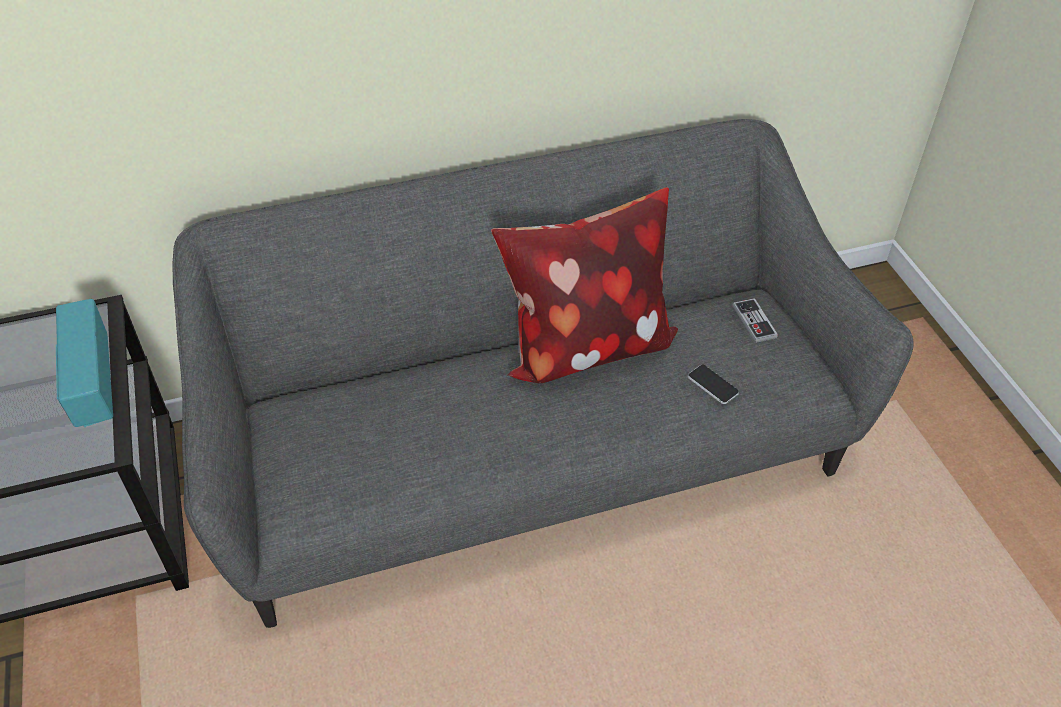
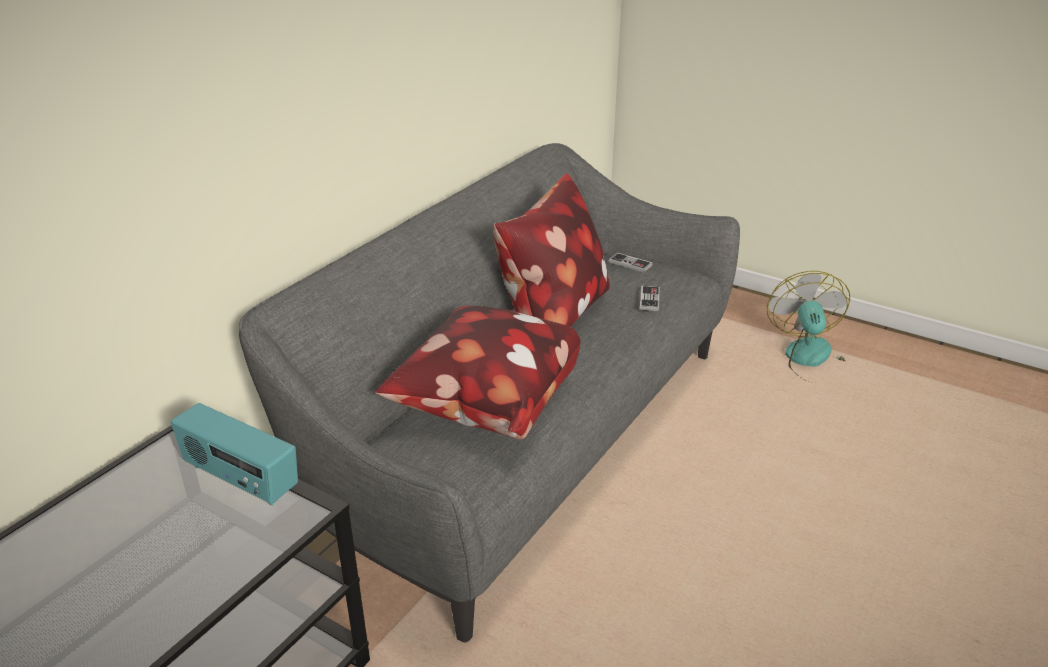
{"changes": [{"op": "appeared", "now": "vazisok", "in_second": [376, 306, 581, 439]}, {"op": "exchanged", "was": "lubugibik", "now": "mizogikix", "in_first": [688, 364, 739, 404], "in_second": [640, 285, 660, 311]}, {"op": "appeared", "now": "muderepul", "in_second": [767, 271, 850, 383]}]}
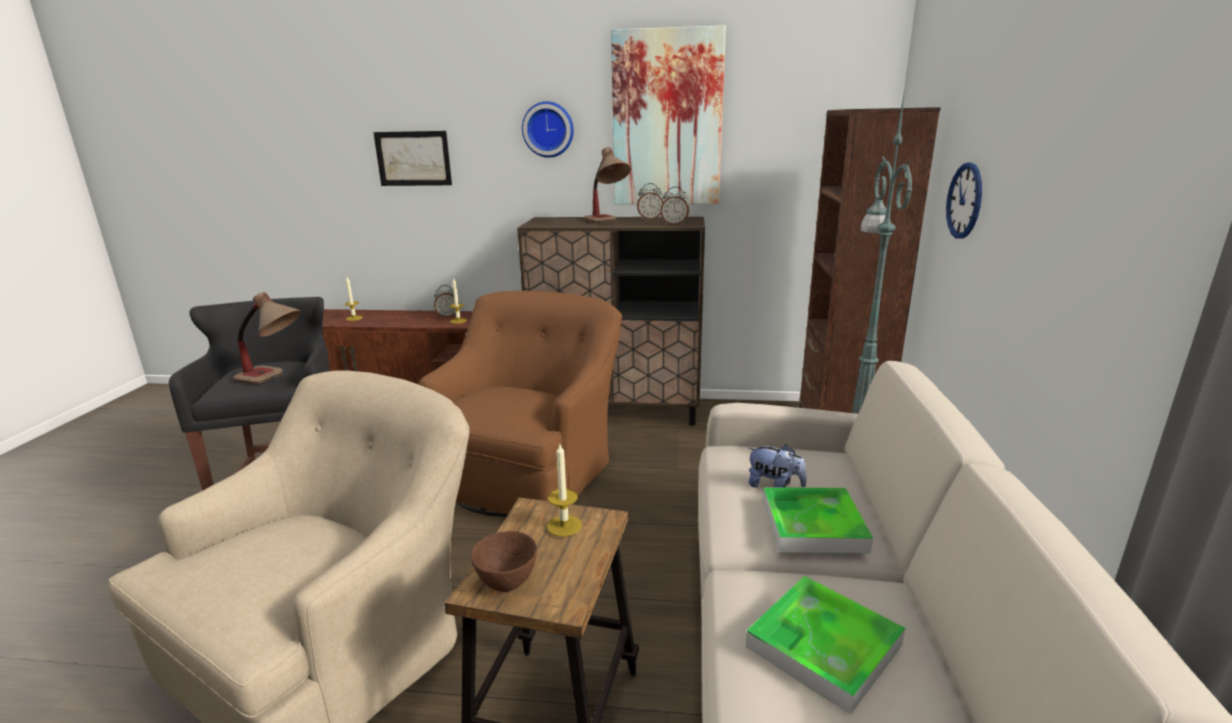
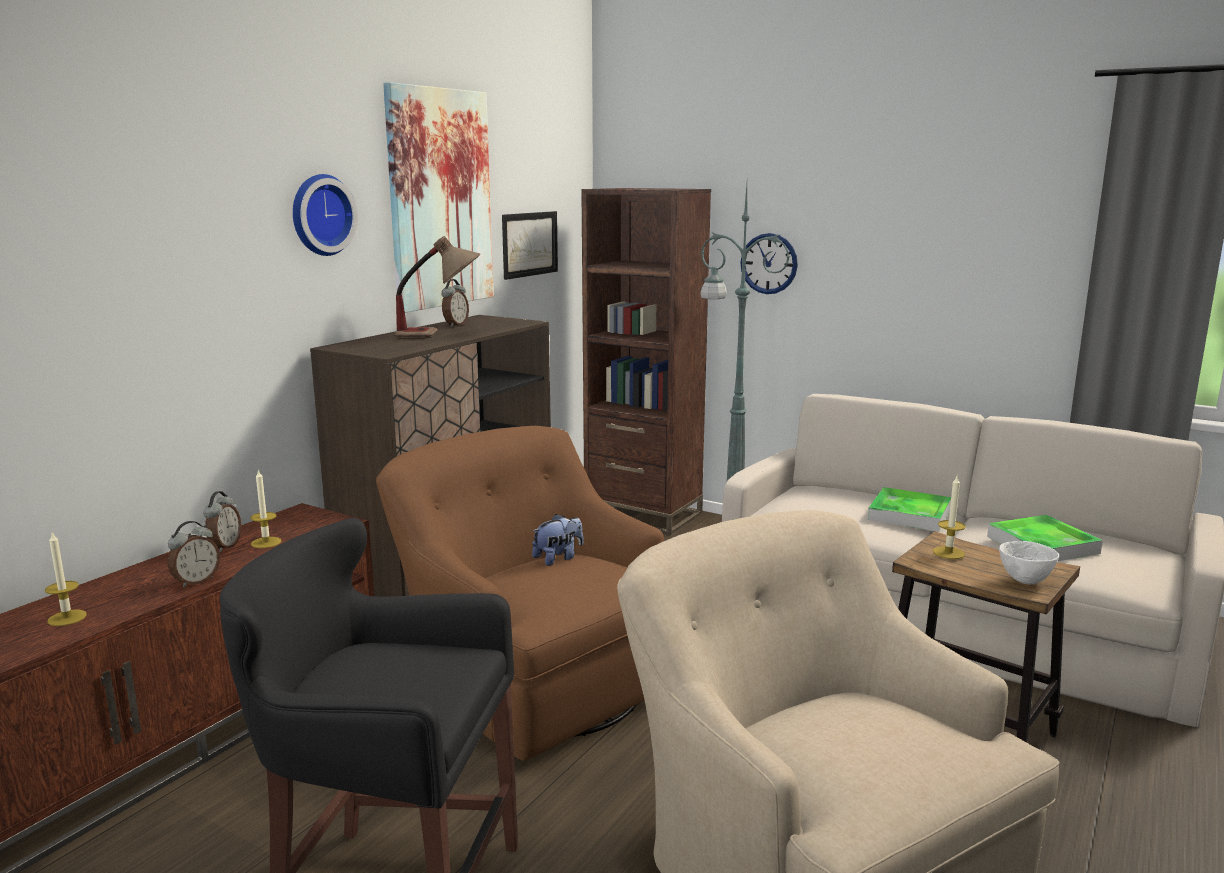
{"changes": [{"op": "relocated", "was": "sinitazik", "in_first": [660, 187, 689, 225], "in_second": [168, 521, 220, 588]}, {"op": "relocated", "was": "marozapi", "in_first": [373, 131, 452, 186], "in_second": [502, 211, 558, 280]}, {"op": "relocated", "was": "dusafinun", "in_first": [748, 444, 806, 488], "in_second": [532, 514, 583, 566]}, {"op": "colour", "was": "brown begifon", "now": "white begifon", "in_first": [471, 531, 537, 592], "in_second": [999, 541, 1059, 584]}, {"op": "missing", "was": "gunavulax", "in_first": [233, 292, 301, 384]}]}
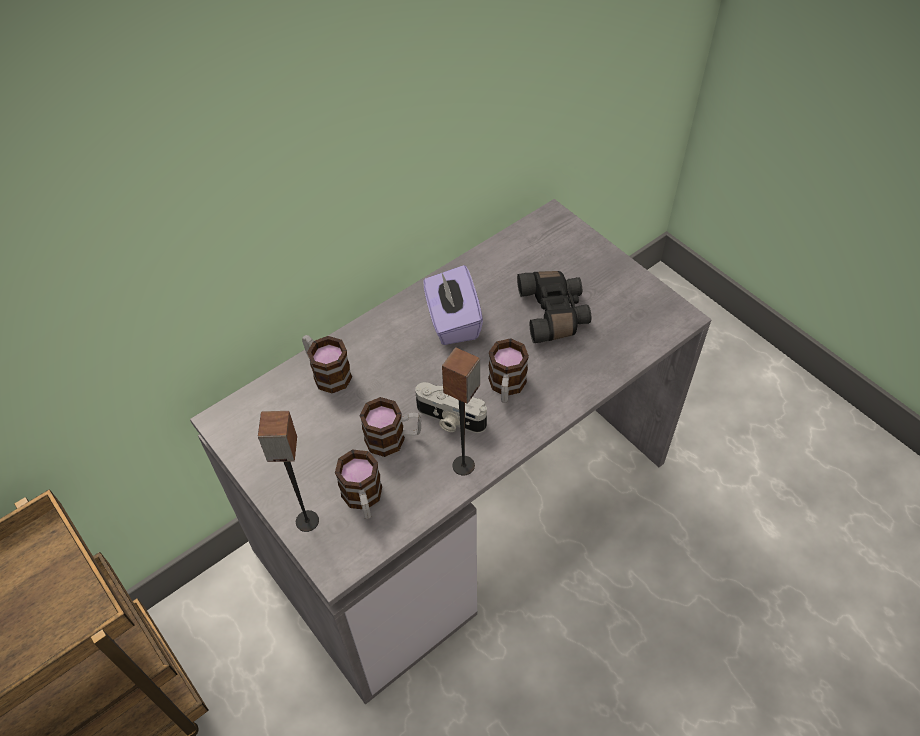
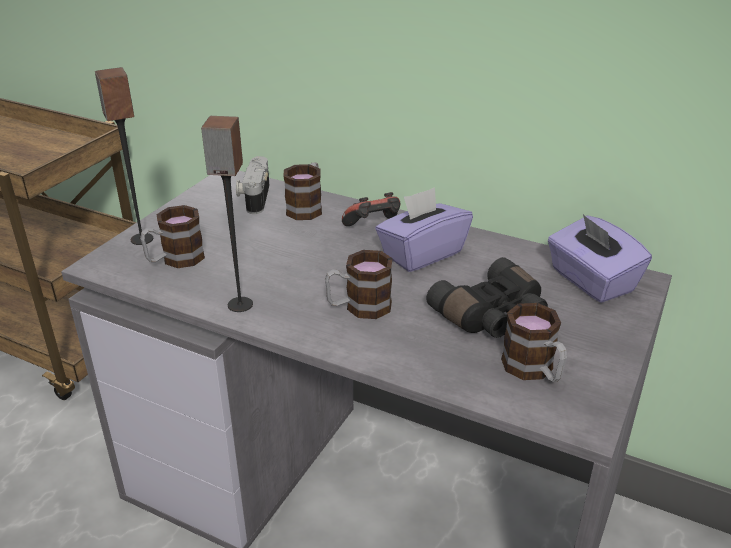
{"changes": [{"op": "relocated", "was": "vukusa", "in_first": [415, 382, 487, 433], "in_second": [236, 156, 269, 214]}, {"op": "appeared", "now": "mizogikix", "in_second": [342, 192, 400, 226]}, {"op": "relocated", "was": "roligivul", "in_first": [359, 397, 421, 457], "in_second": [501, 303, 567, 382]}, {"op": "appeared", "now": "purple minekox", "in_second": [548, 214, 652, 303]}]}
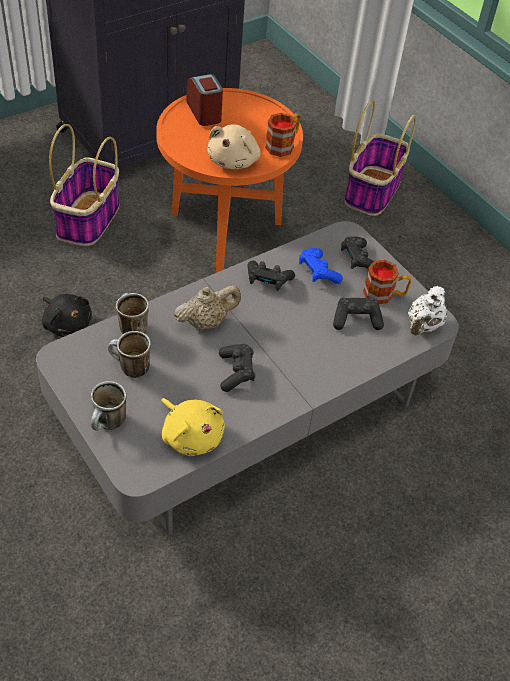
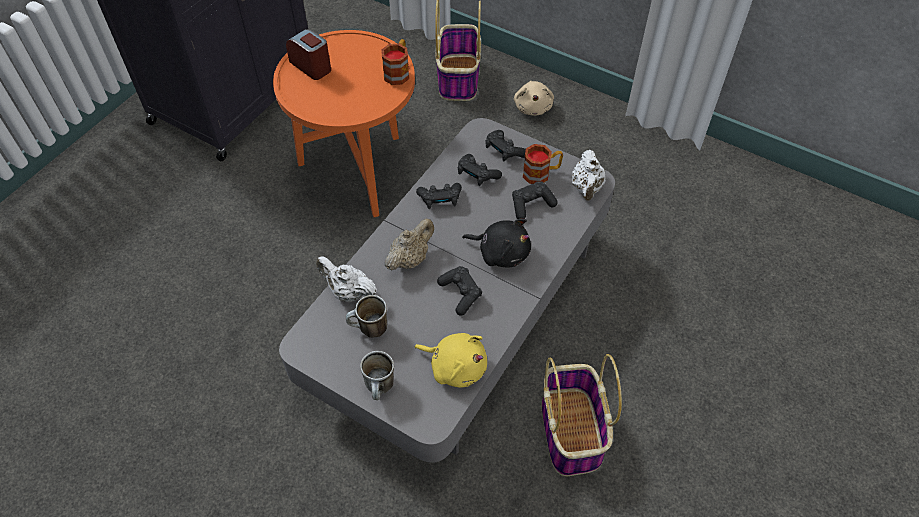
{"changes": [{"op": "exchanged", "was": "roligivul", "now": "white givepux", "in_first": [116, 293, 149, 334], "in_second": [316, 256, 377, 302]}, {"op": "colour", "was": "blue mizogikix", "now": "black mizogikix", "in_first": [299, 248, 343, 284], "in_second": [458, 154, 502, 186]}, {"op": "relocated", "was": "black dusafinun", "in_first": [42, 294, 92, 337], "in_second": [462, 219, 531, 267]}, {"op": "relocated", "was": "beige dusafinun", "in_first": [207, 125, 261, 169], "in_second": [514, 81, 554, 116]}, {"op": "relocated", "was": "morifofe", "in_first": [49, 124, 119, 246], "in_second": [542, 354, 622, 476]}]}
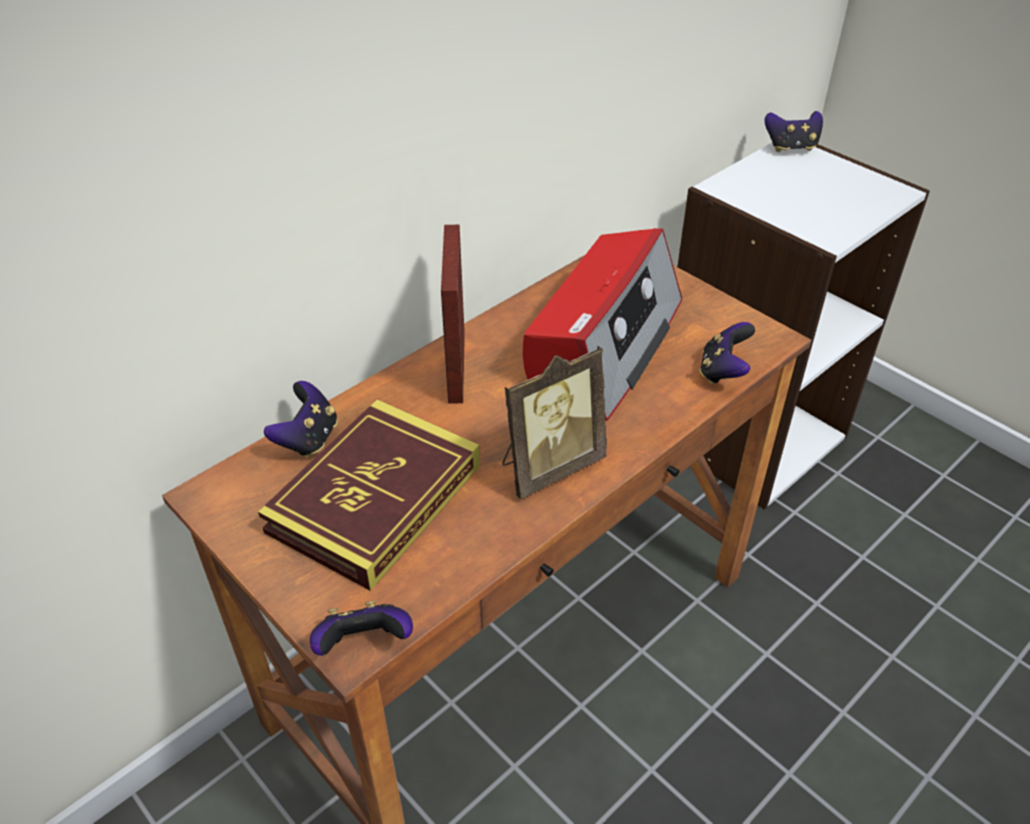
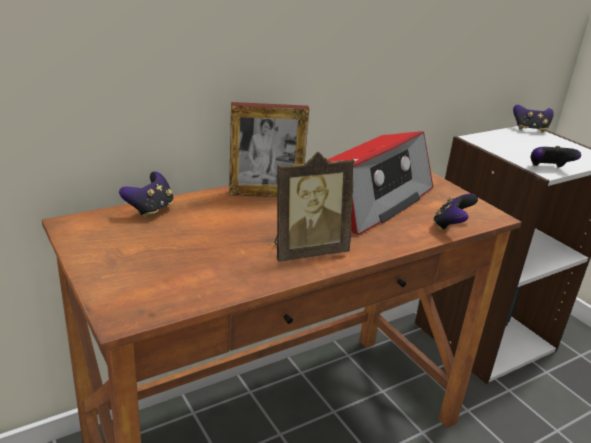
{"changes": [{"op": "spun", "was": "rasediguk", "in_first": [441, 225, 465, 404], "in_second": [229, 102, 309, 197], "clockwise": -105}, {"op": "relocated", "was": "mizogikix", "in_first": [310, 601, 413, 656], "in_second": [531, 146, 581, 168]}, {"op": "missing", "was": "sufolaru", "in_first": [258, 399, 480, 591]}]}
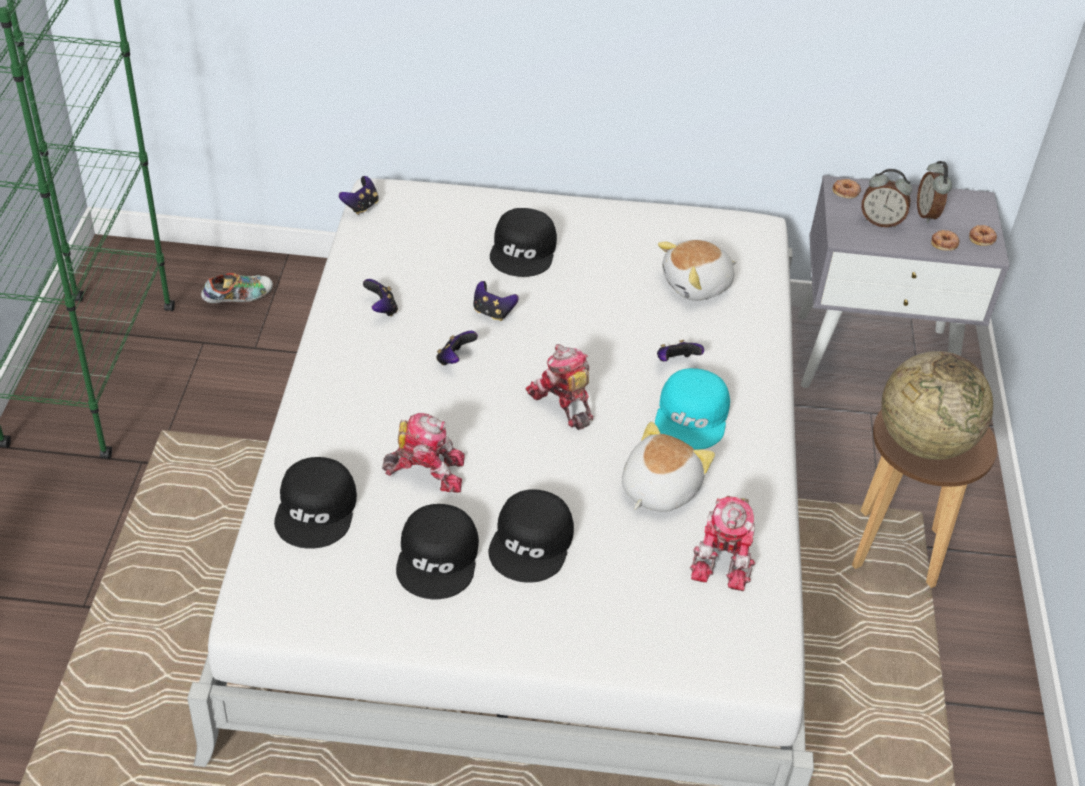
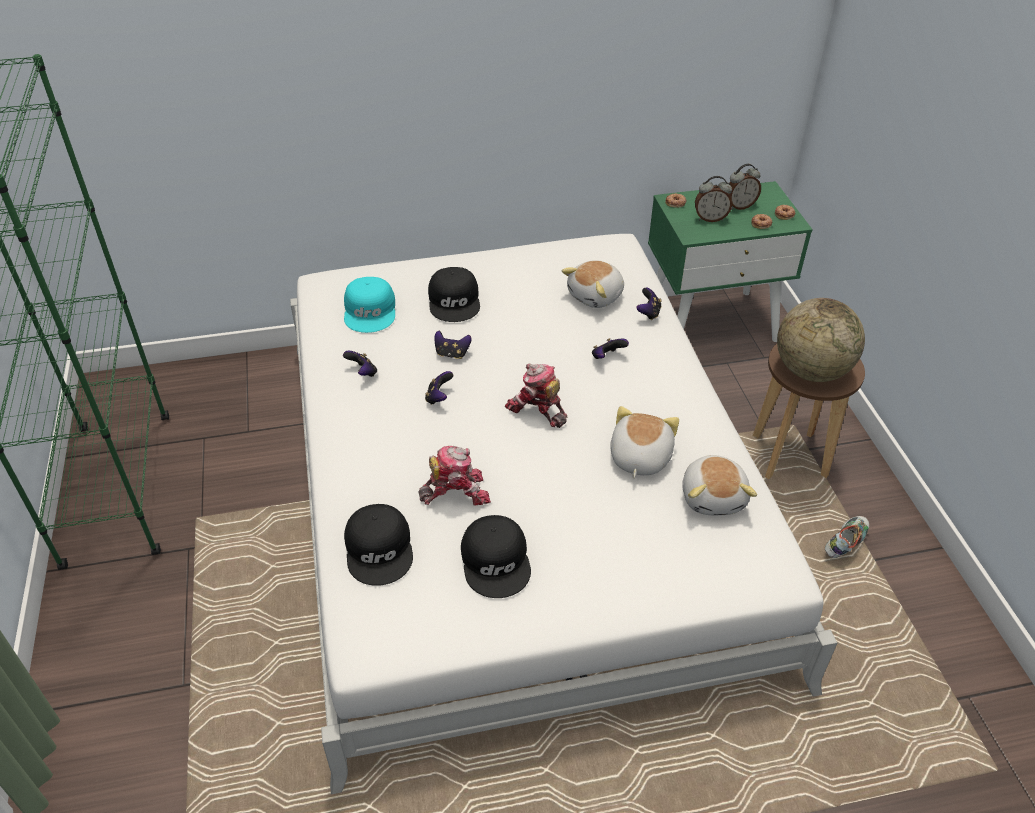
{"changes": [{"op": "relocated", "was": "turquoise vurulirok", "in_first": [655, 368, 730, 450], "in_second": [344, 277, 395, 333]}, {"op": "relocated", "was": "mizogikix", "in_first": [339, 176, 379, 215], "in_second": [636, 288, 661, 320]}, {"op": "colour", "was": "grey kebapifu", "now": "green kebapifu", "in_first": [798, 175, 1010, 388], "in_second": [648, 181, 813, 342]}, {"op": "exchanged", "was": "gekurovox", "now": "dusafinun", "in_first": [690, 496, 755, 591], "in_second": [682, 455, 757, 515]}, {"op": "spun", "was": "sinitazik", "in_first": [917, 161, 952, 223], "in_second": [729, 164, 761, 210], "clockwise": -90}, {"op": "relocated", "was": "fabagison", "in_first": [201, 273, 273, 303], "in_second": [825, 516, 869, 558]}, {"op": "missing", "was": "black vurulirok", "in_first": [488, 489, 574, 583]}]}
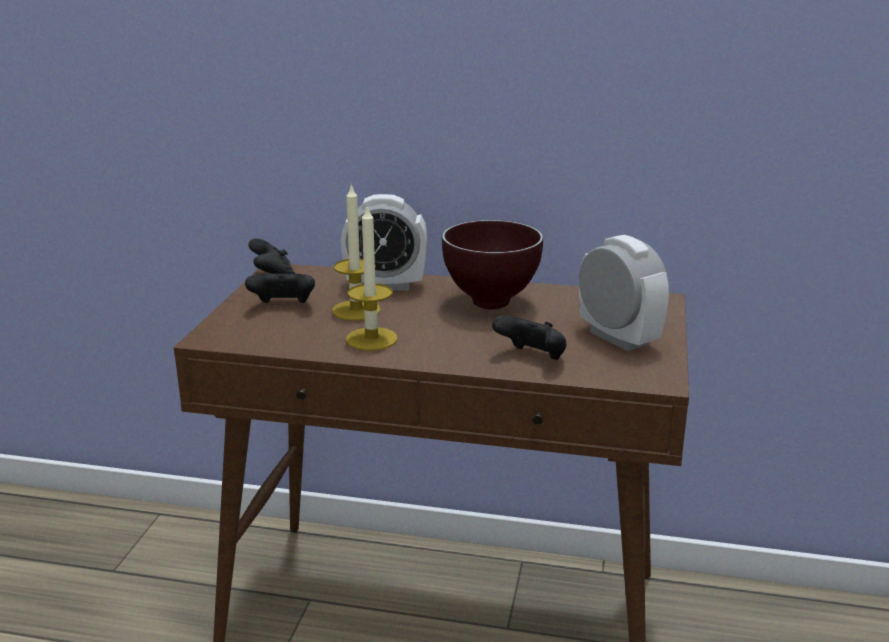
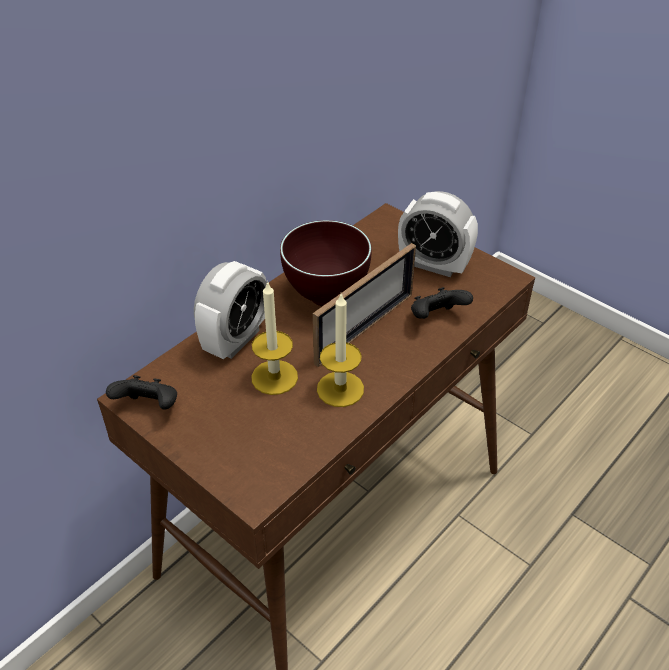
{"changes": [{"op": "appeared", "now": "rasediguk", "in_second": [313, 243, 416, 367]}, {"op": "spun", "was": "sinitazik", "in_first": [579, 235, 669, 351], "in_second": [398, 191, 478, 277], "clockwise": -150}, {"op": "missing", "was": "black mizogikix", "in_first": [245, 271, 315, 303]}]}
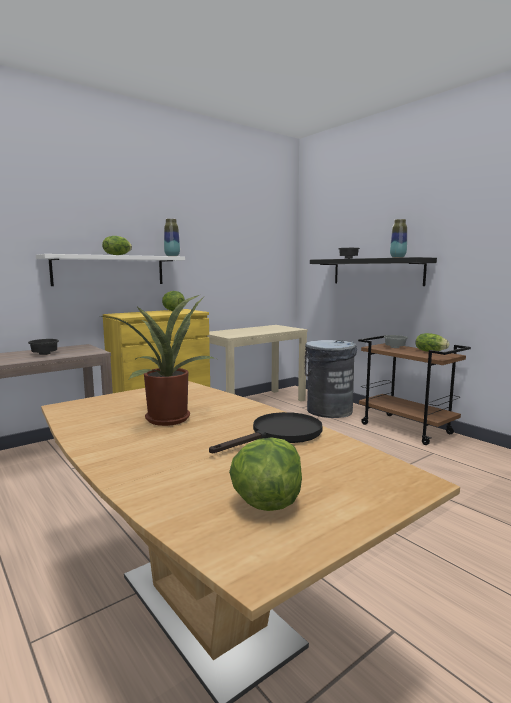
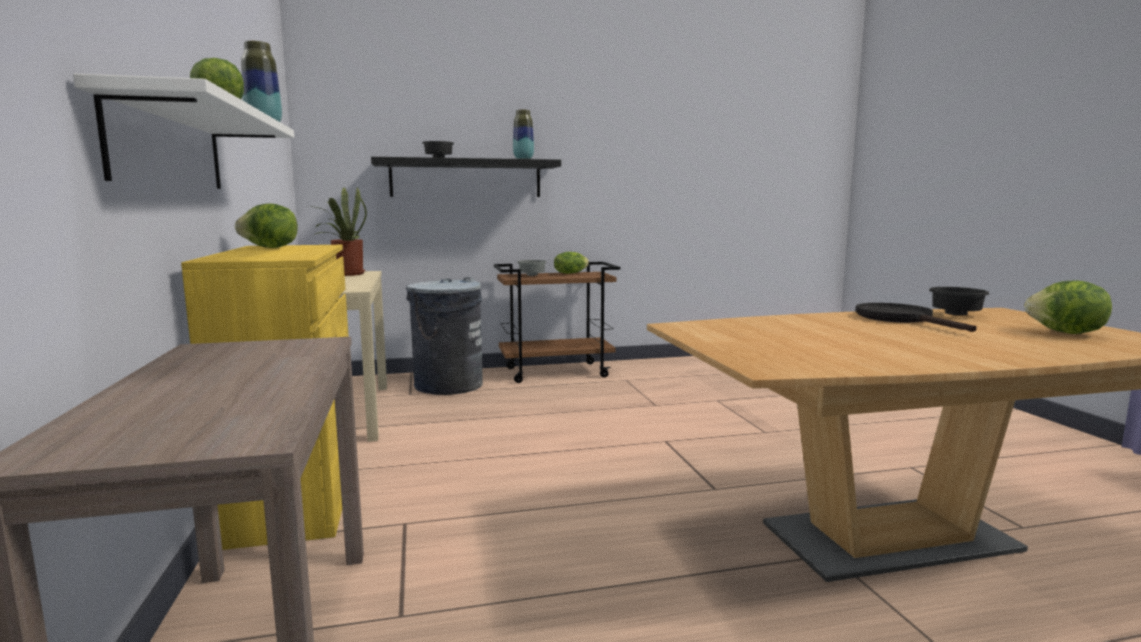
{"changes": [{"op": "relocated", "was": "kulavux", "in_first": [98, 295, 216, 426], "in_second": [308, 187, 367, 276]}, {"op": "relocated", "was": "black begifon", "in_first": [28, 339, 59, 355], "in_second": [929, 287, 989, 316]}]}
